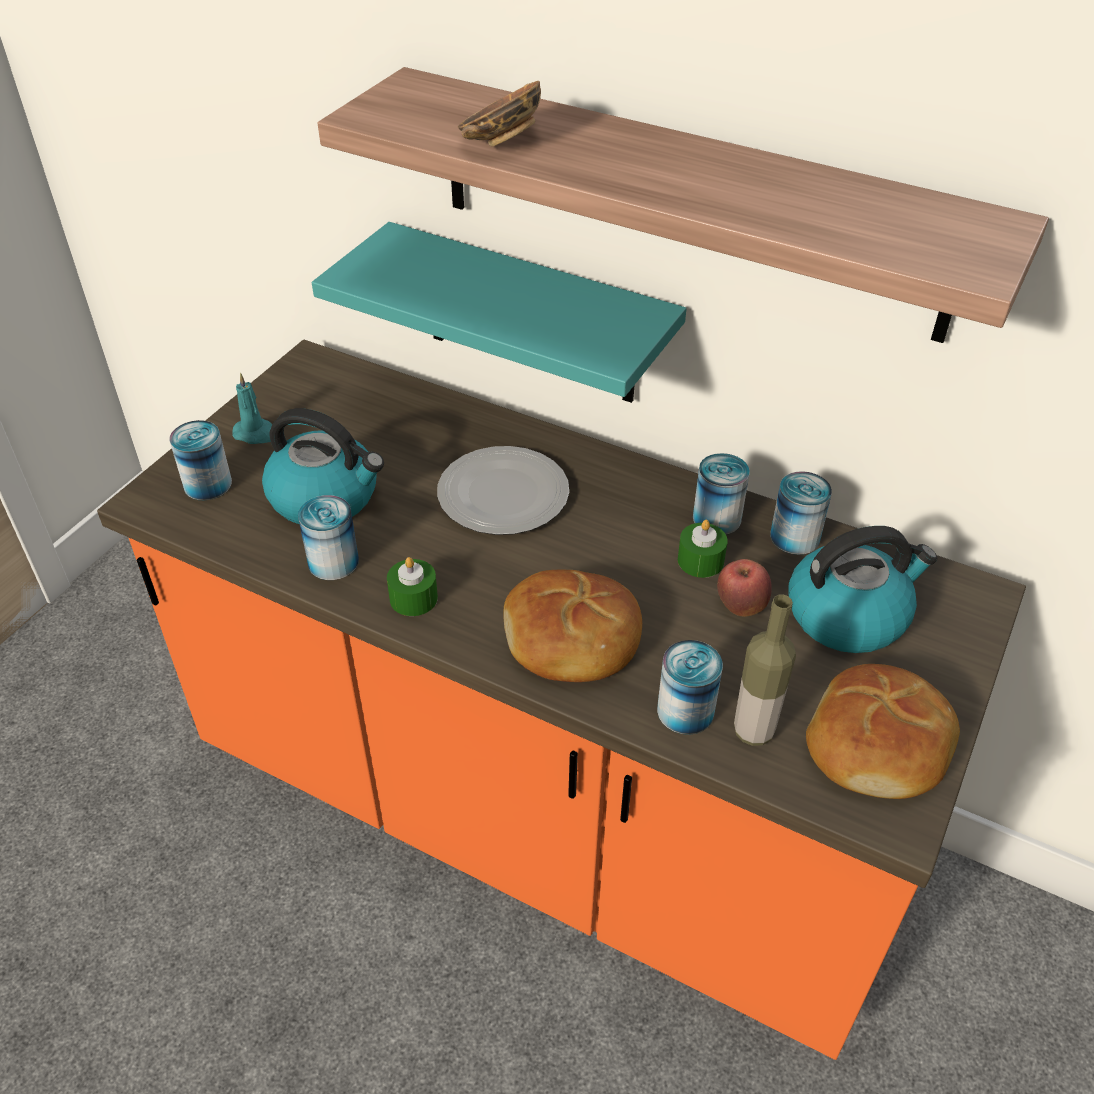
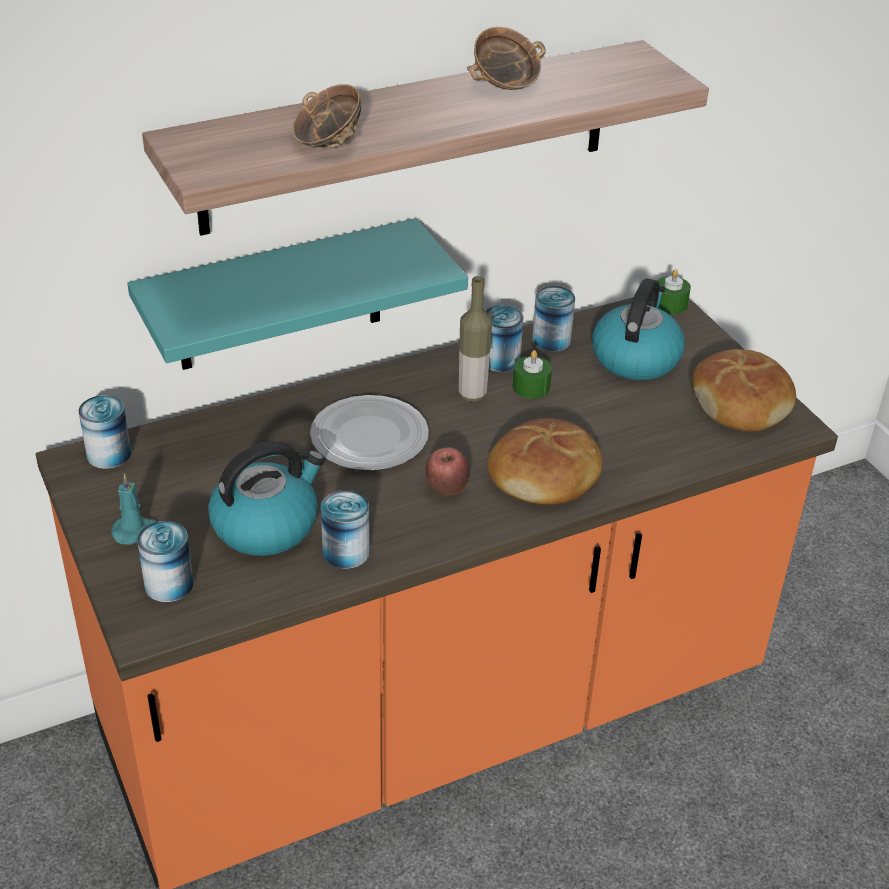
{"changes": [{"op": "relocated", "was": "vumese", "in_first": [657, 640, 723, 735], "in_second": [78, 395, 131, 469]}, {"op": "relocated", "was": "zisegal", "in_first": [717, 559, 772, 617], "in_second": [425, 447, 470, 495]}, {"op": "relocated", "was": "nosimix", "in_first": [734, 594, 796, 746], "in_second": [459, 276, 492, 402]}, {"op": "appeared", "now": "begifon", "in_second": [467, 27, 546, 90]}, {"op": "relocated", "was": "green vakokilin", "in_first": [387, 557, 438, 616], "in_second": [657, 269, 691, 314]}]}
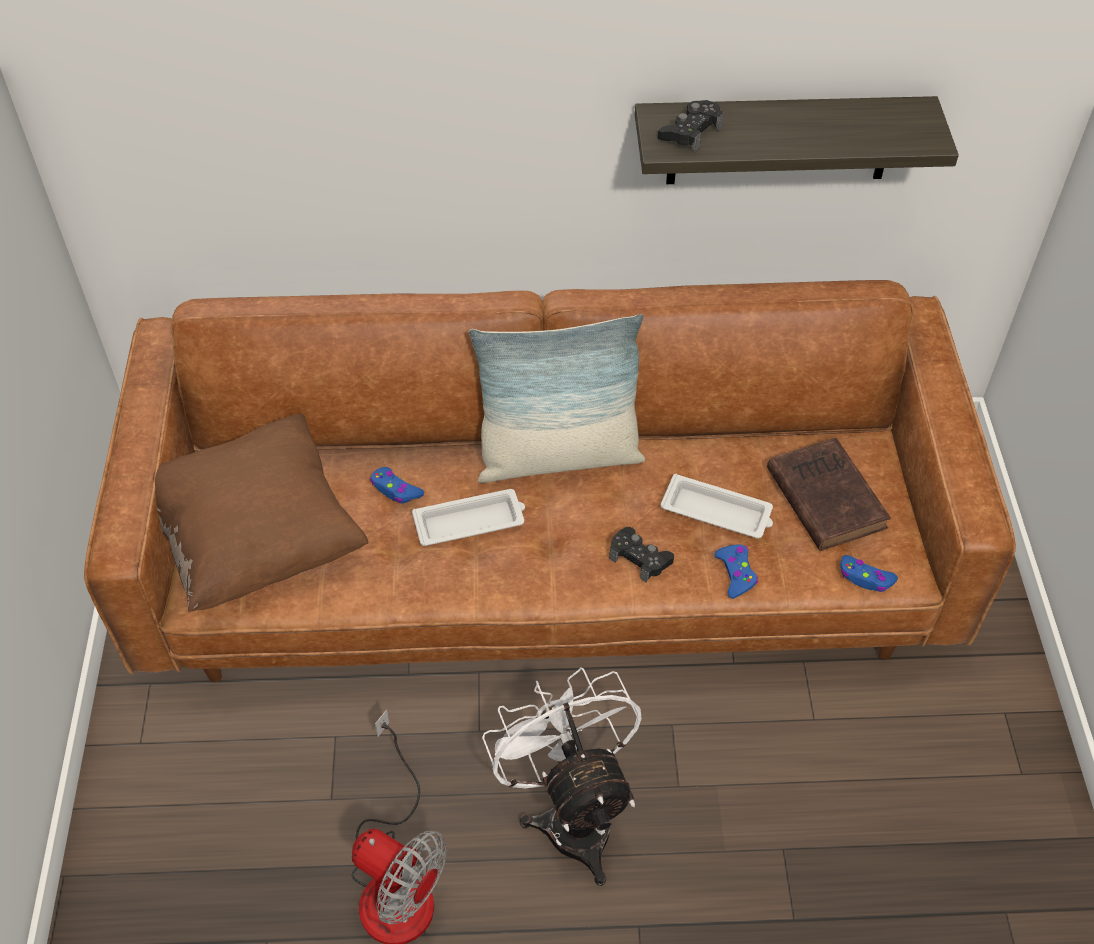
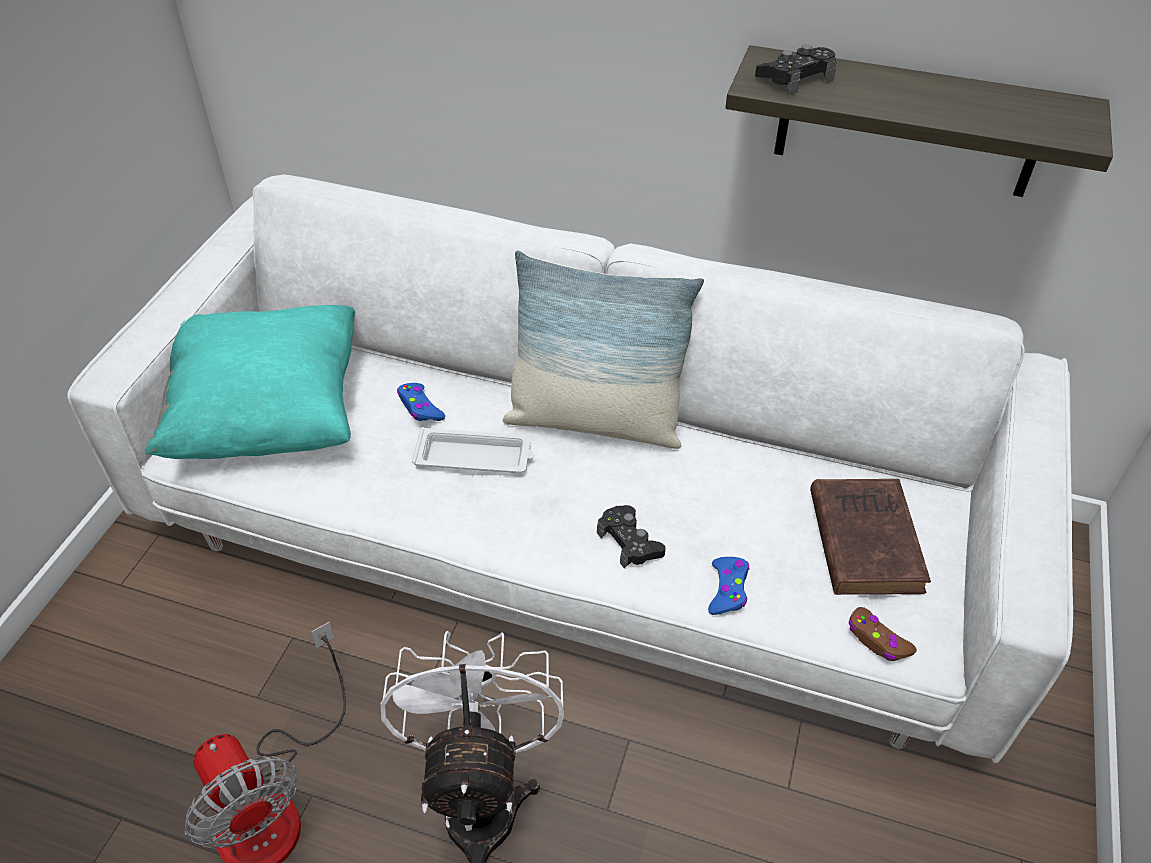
{"changes": [{"op": "colour", "was": "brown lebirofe", "now": "white lebirofe", "in_first": [84, 280, 1016, 682], "in_second": [67, 174, 1073, 763]}, {"op": "colour", "was": "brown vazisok", "now": "turquoise vazisok", "in_first": [153, 413, 369, 612], "in_second": [145, 305, 355, 459]}, {"op": "colour", "was": "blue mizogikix", "now": "brown mizogikix", "in_first": [840, 555, 898, 592], "in_second": [849, 607, 917, 661]}, {"op": "missing", "was": "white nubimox", "in_first": [661, 474, 773, 539]}]}
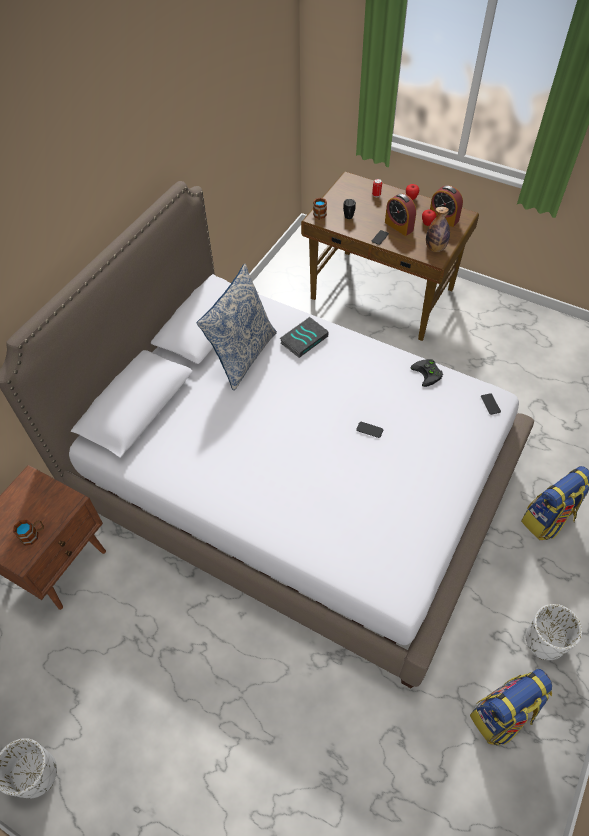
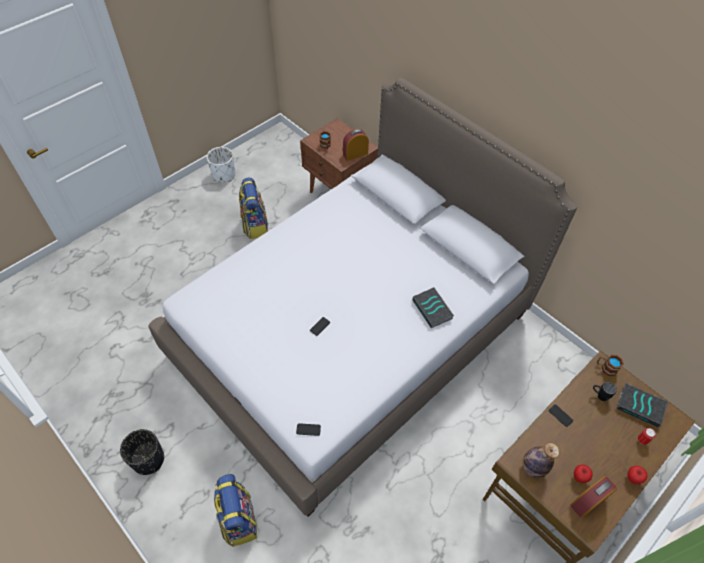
{"changes": [{"op": "colour", "was": "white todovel", "now": "black todovel", "in_first": [525, 604, 582, 660], "in_second": [120, 429, 164, 475]}, {"op": "relocated", "was": "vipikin", "in_first": [470, 669, 552, 745], "in_second": [239, 178, 268, 239]}, {"op": "relocated", "was": "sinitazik", "in_first": [385, 193, 416, 236], "in_second": [343, 129, 369, 161]}, {"op": "appeared", "now": "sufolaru", "in_second": [616, 383, 668, 427]}, {"op": "missing", "was": "vazisok", "in_first": [197, 264, 277, 391]}, {"op": "missing", "was": "black mizogikix", "in_first": [410, 359, 443, 387]}]}
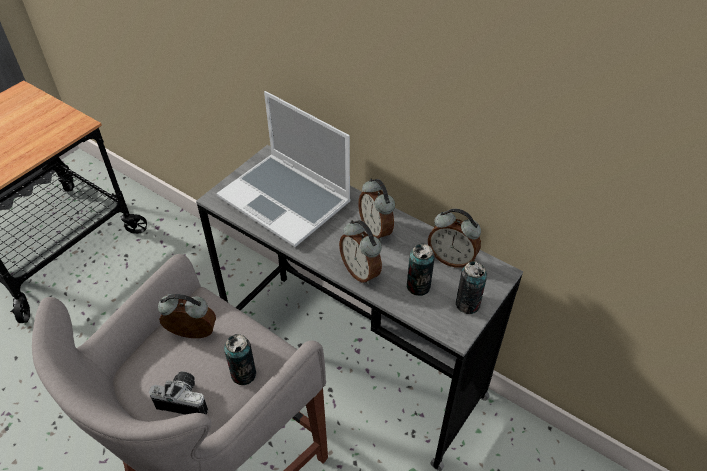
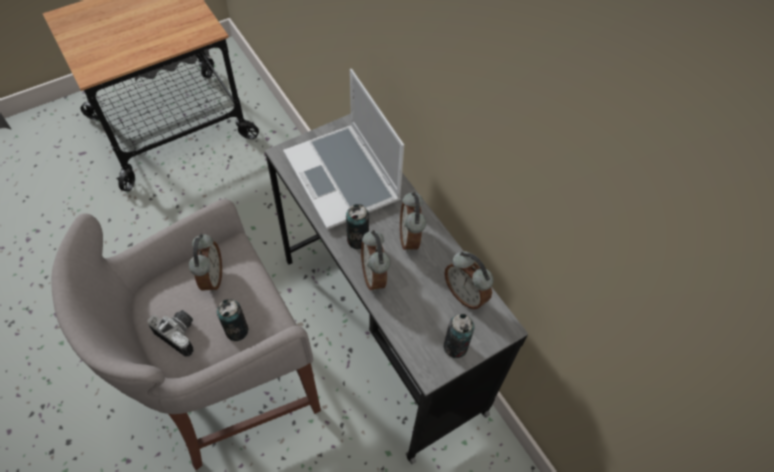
{"changes": [{"op": "spun", "was": "sinitazik", "in_first": [158, 294, 216, 338], "in_second": [189, 234, 222, 292], "clockwise": 60}, {"op": "relocated", "was": "vumese", "in_first": [407, 244, 435, 296], "in_second": [346, 204, 369, 249]}]}
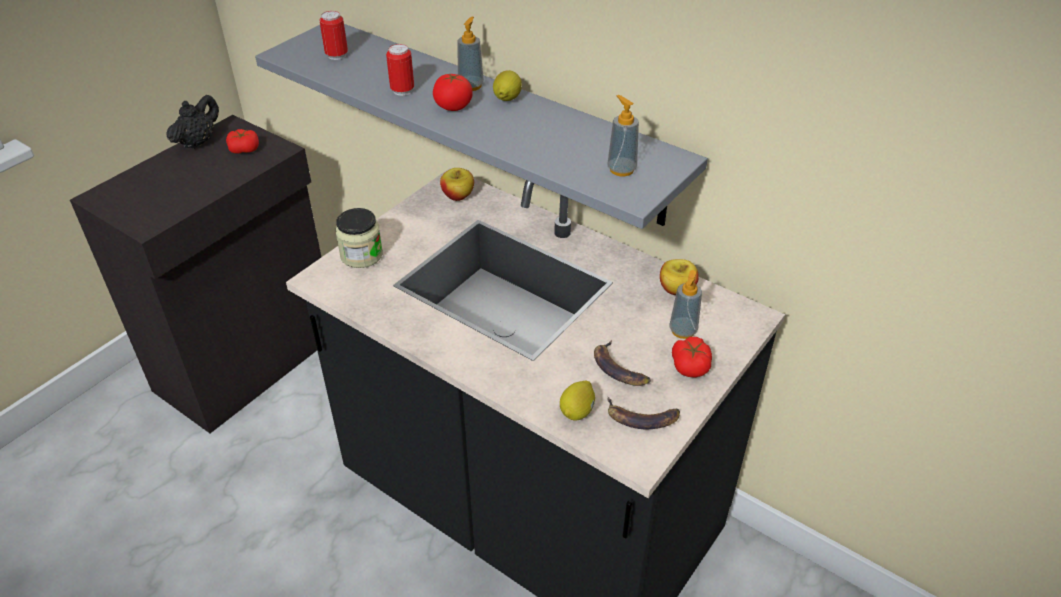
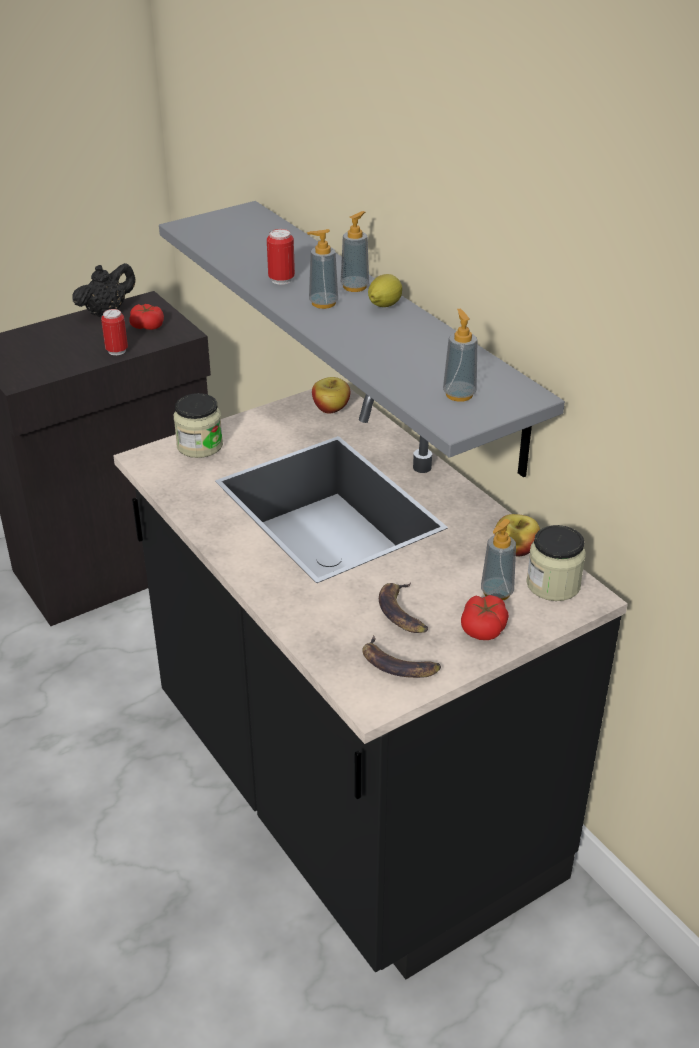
{"changes": [{"op": "relocated", "was": "vumese", "in_first": [319, 11, 348, 60], "in_second": [101, 309, 128, 355]}, {"op": "exchanged", "was": "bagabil", "now": "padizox", "in_first": [433, 73, 473, 111], "in_second": [307, 229, 338, 309]}, {"op": "appeared", "now": "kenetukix", "in_second": [526, 525, 586, 601]}, {"op": "missing", "was": "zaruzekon", "in_first": [560, 381, 595, 420]}]}
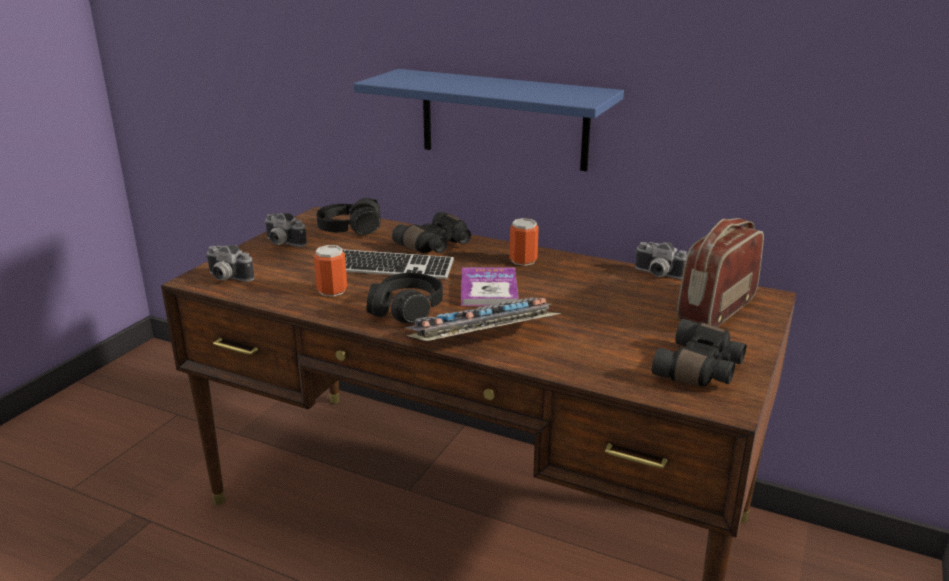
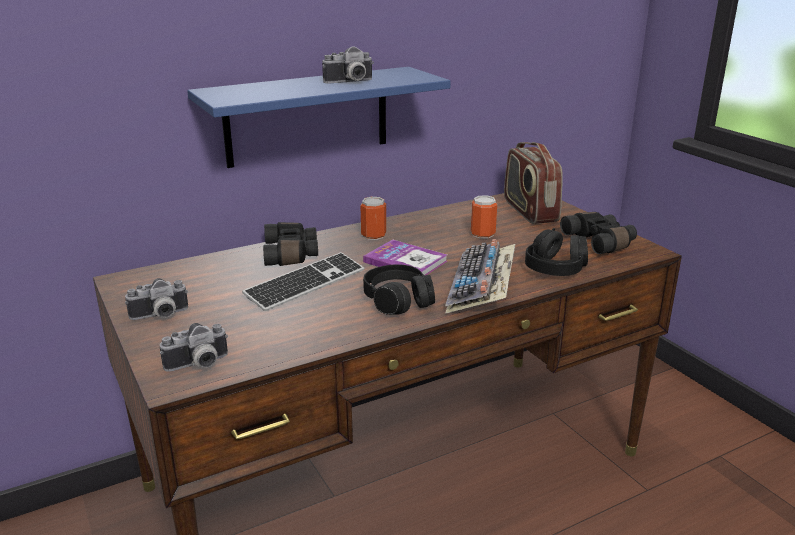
{"changes": [{"op": "relocated", "was": "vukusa", "in_first": [635, 242, 687, 279], "in_second": [322, 46, 374, 83]}, {"op": "relocated", "was": "vumese", "in_first": [314, 245, 347, 297], "in_second": [471, 196, 497, 239]}, {"op": "relocated", "was": "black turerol", "in_first": [317, 198, 381, 235], "in_second": [525, 228, 588, 276]}]}
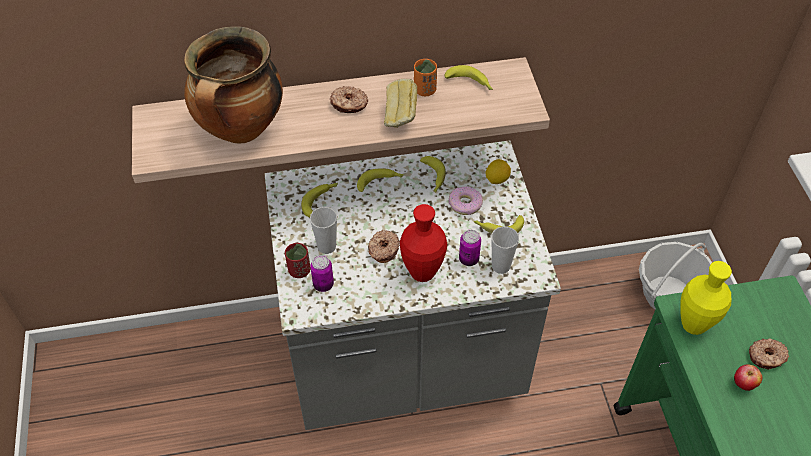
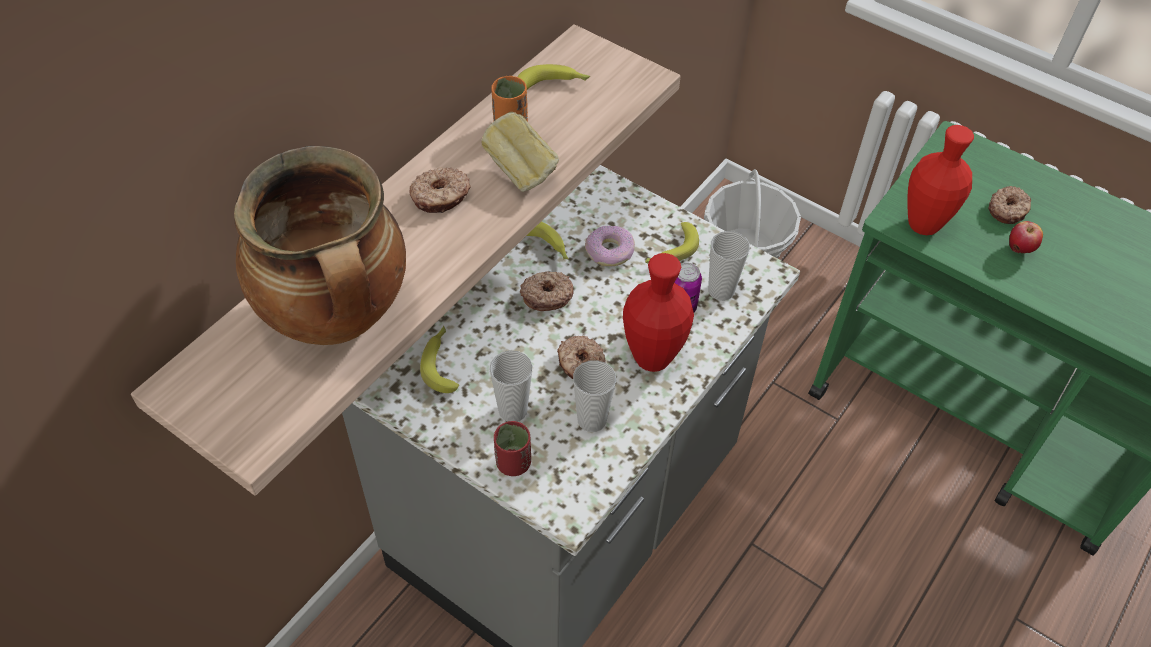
{"changes": [{"op": "appeared", "now": "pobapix", "in_second": [520, 271, 573, 311]}, {"op": "appeared", "now": "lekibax", "in_second": [573, 360, 616, 432]}, {"op": "colour", "was": "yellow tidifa", "now": "red tidifa", "in_first": [680, 261, 732, 335], "in_second": [907, 125, 974, 235]}, {"op": "missing", "was": "vumese", "in_first": [310, 255, 334, 292]}, {"op": "missing", "was": "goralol", "in_first": [357, 168, 404, 192]}, {"op": "missing", "was": "zaruzekon", "in_first": [486, 159, 511, 184]}]}
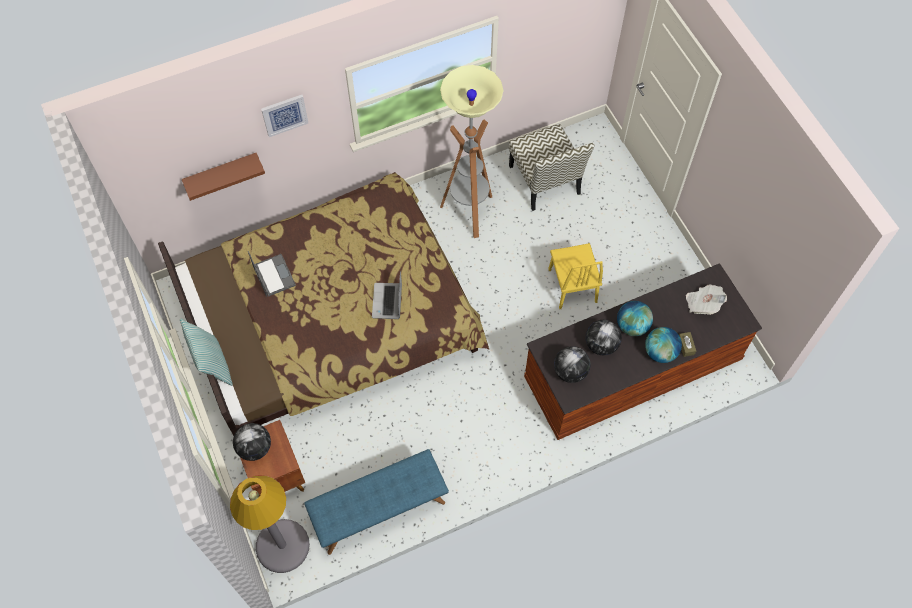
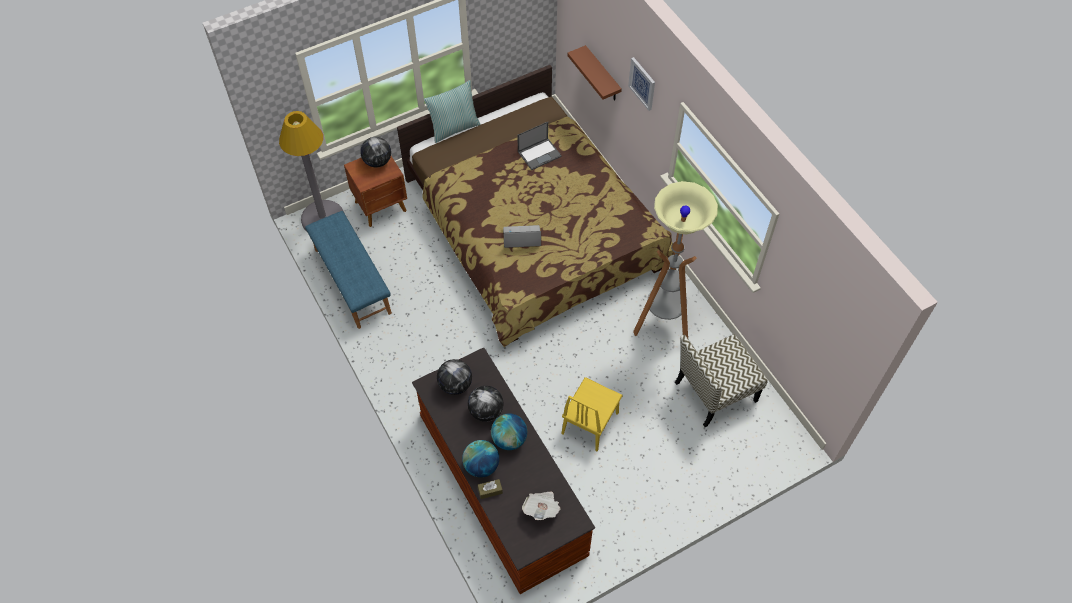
{"changes": [{"op": "spun", "was": "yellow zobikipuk", "in_first": [548, 243, 603, 309], "in_second": [561, 377, 623, 451], "clockwise": -45}]}
